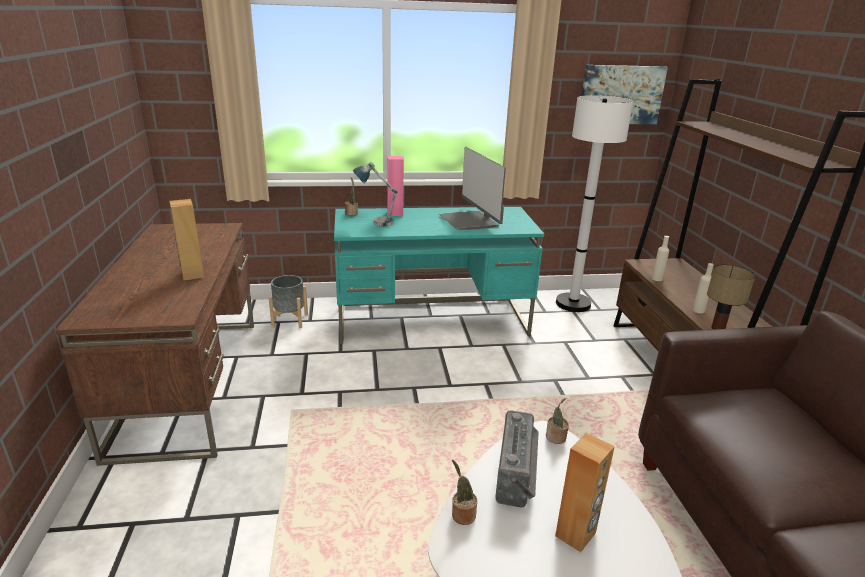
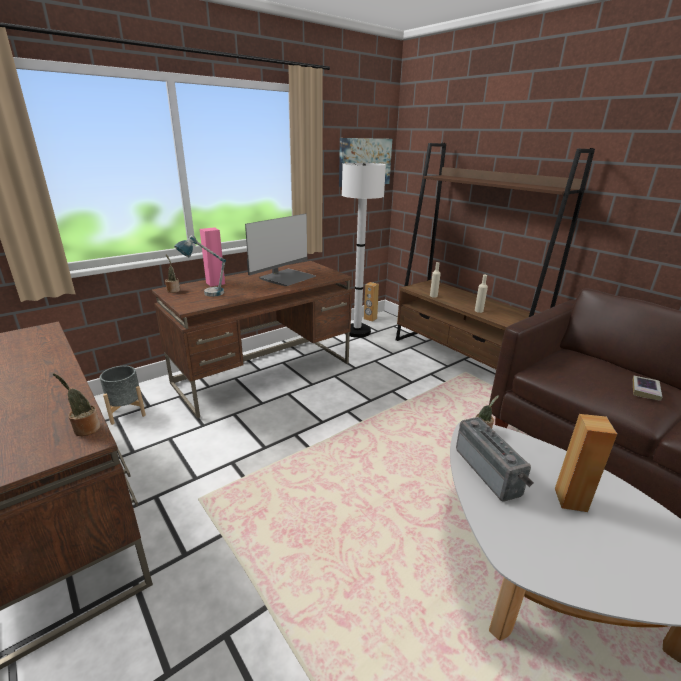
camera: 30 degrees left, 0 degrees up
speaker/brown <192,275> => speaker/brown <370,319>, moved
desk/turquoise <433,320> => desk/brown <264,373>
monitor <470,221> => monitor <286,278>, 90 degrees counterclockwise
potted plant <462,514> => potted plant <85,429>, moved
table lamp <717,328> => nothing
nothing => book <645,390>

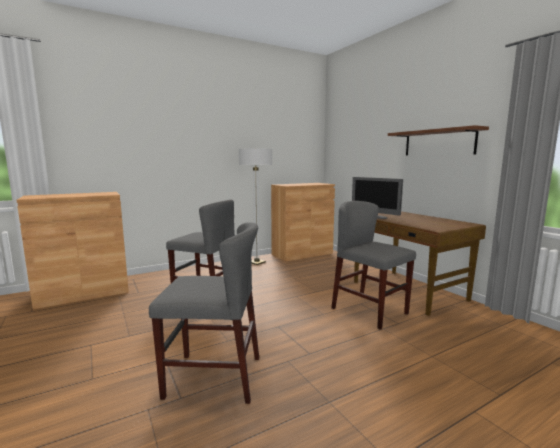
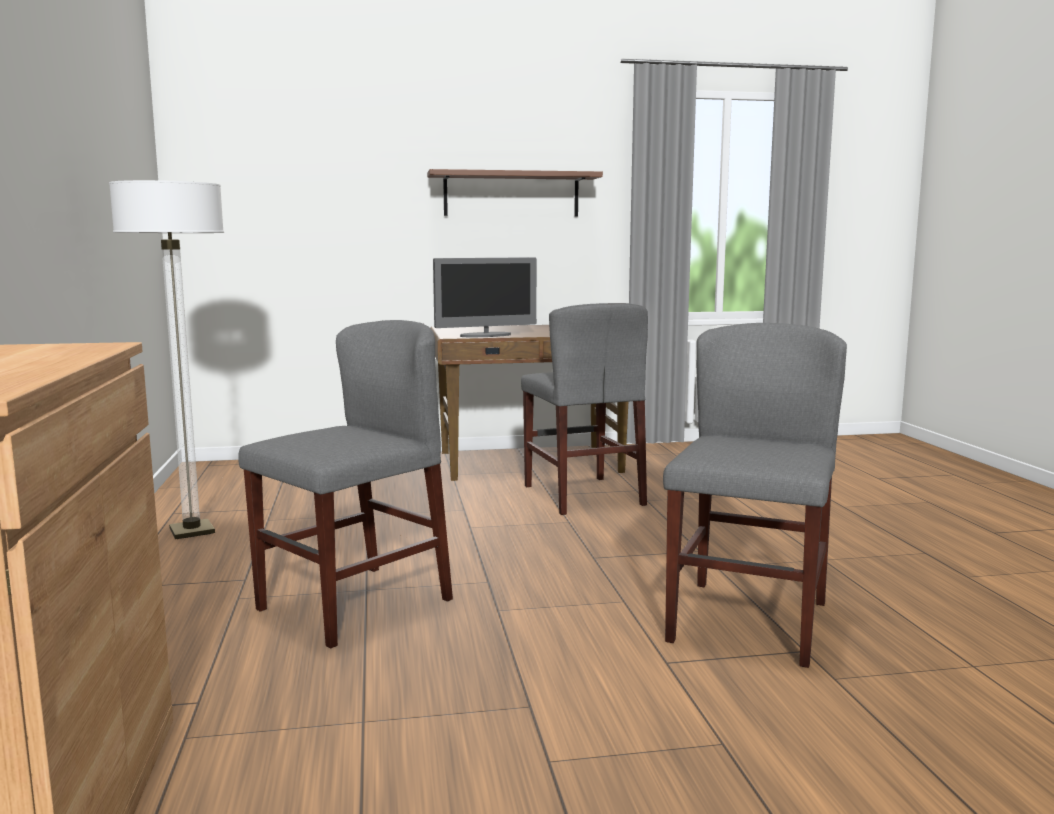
camera: 70 degrees left, 0 degrees up
cabinet/brown <302,253> => nothing
chair/grey <369,311> => chair/grey <582,495>, 90 degrees counterclockwise

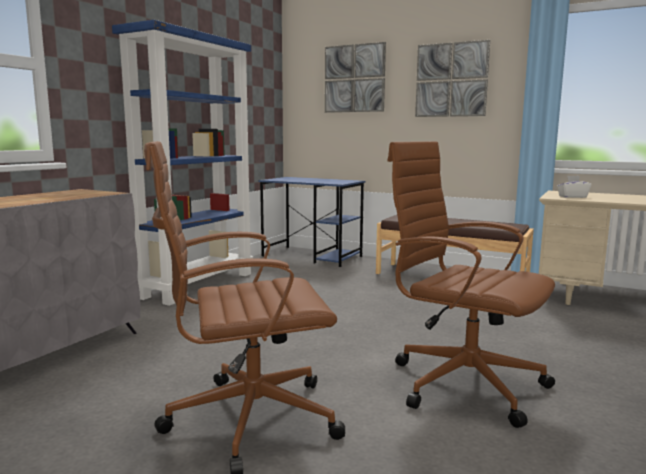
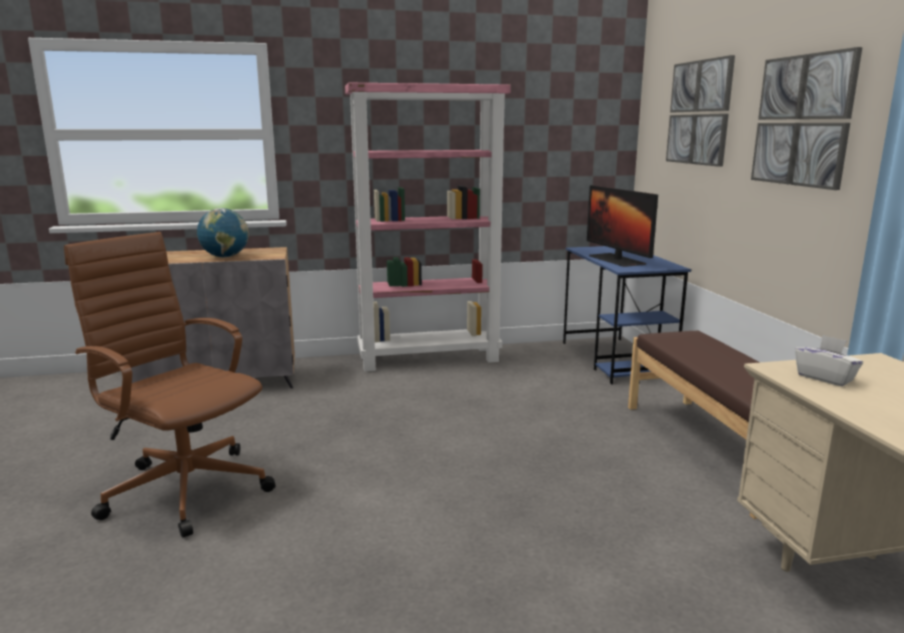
camera: 50 degrees right, 5 degrees up
bookcase/blue <198,285> => bookcase/pink <430,358>
office chair/brown <462,383> => nothing
nothing => globe <225,257>
nothing => monitor <616,260>

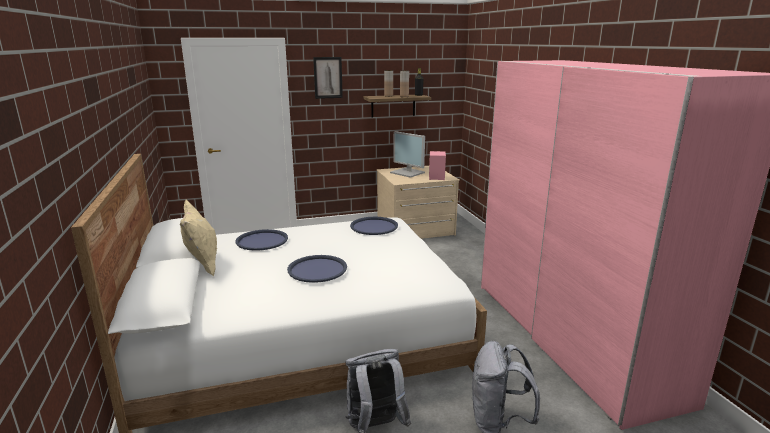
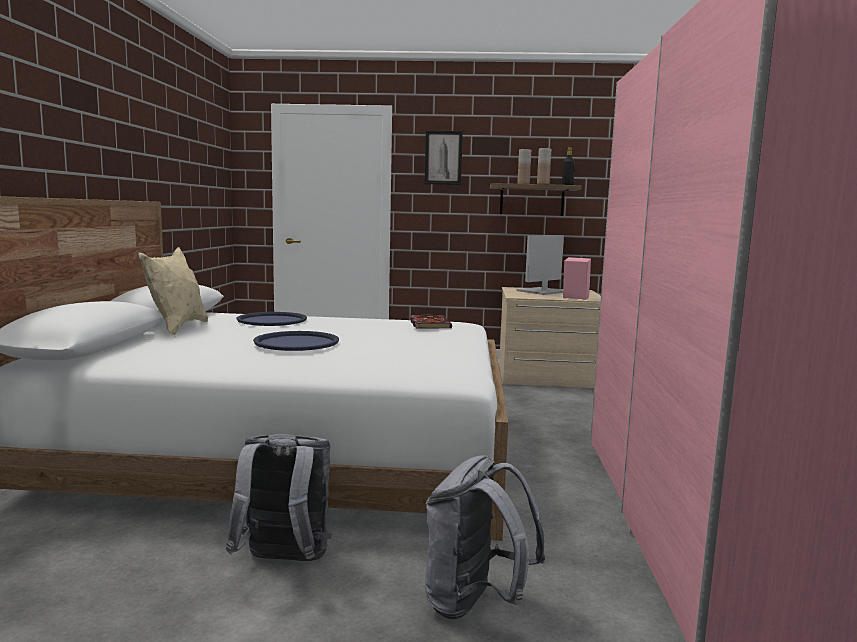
camera: 20 degrees right, 10 degrees down
tray/blue <374,226> => book <429,324>
monitor <408,173> => monitor <541,291>, 75 degrees clockwise

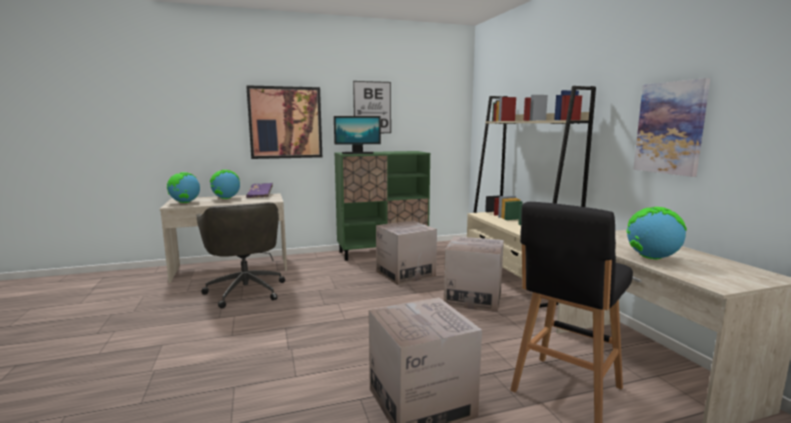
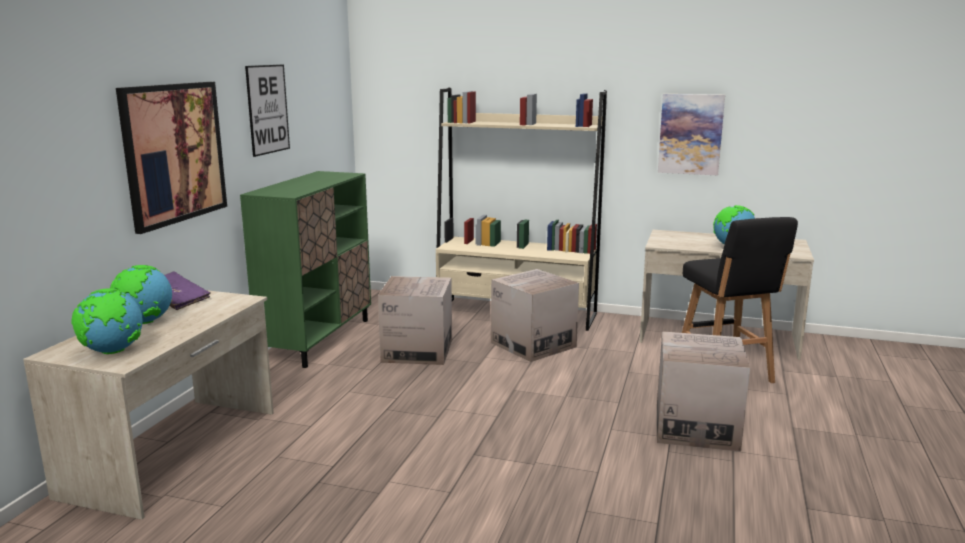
camera: 55 degrees left, 5 degrees up
office chair/grey <246,290> => nothing
monitor <357,153> => nothing

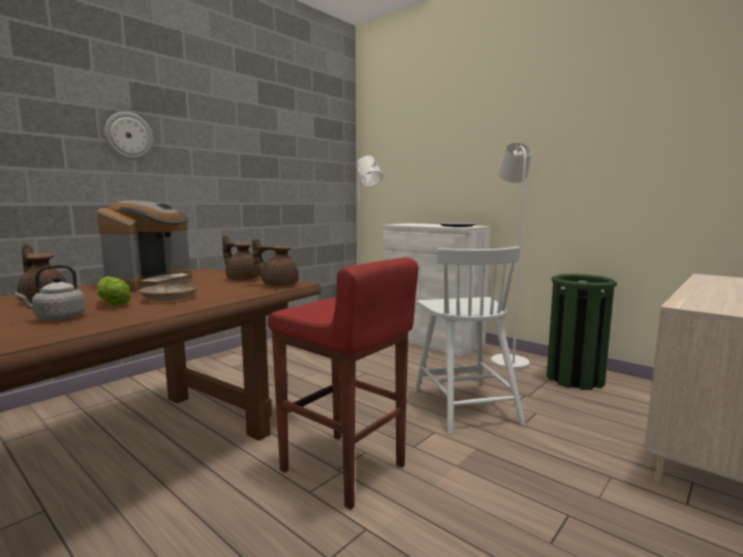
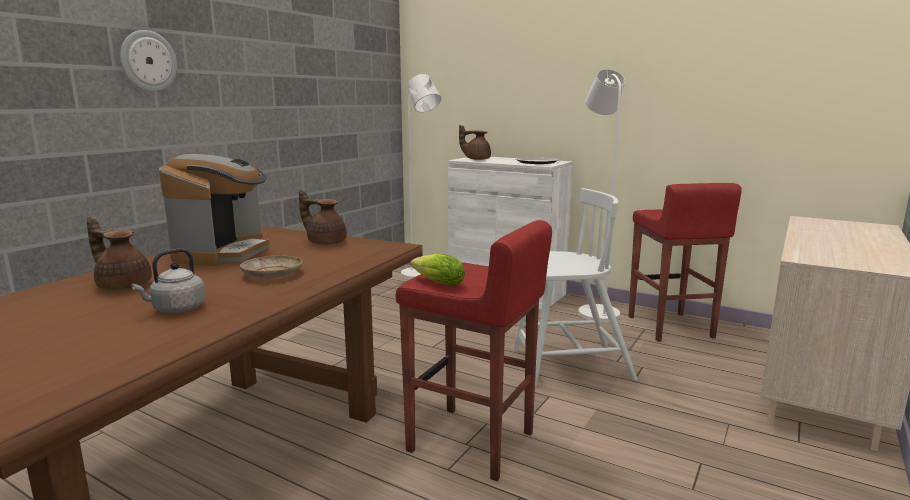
camera: 10 degrees left, 5 degrees up
lettuce <112,304> => lettuce <436,283>, moved
teapot/brown <278,285> => teapot/brown <476,159>, moved
chair/white <464,405> => chair/white <569,365>, 75 degrees counterclockwise
trash can/green <575,379> => stool/red <669,327>

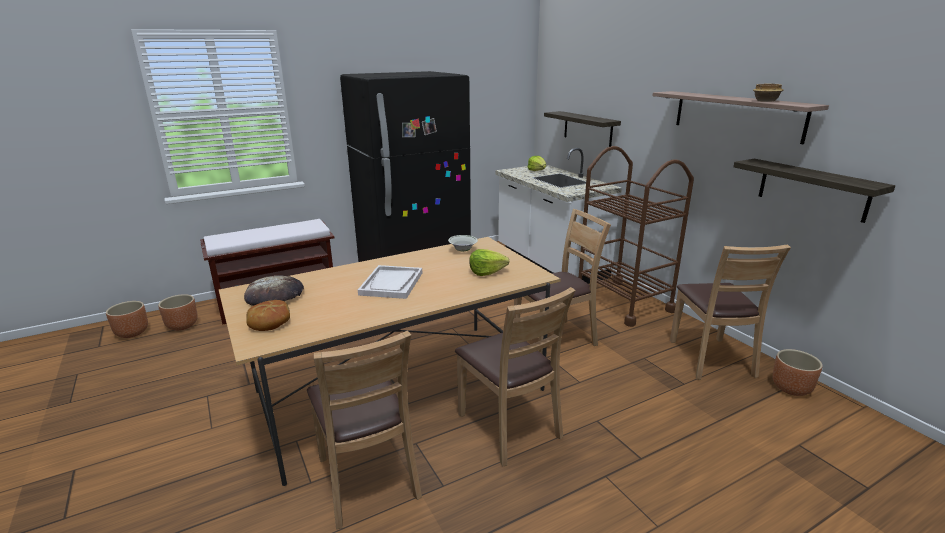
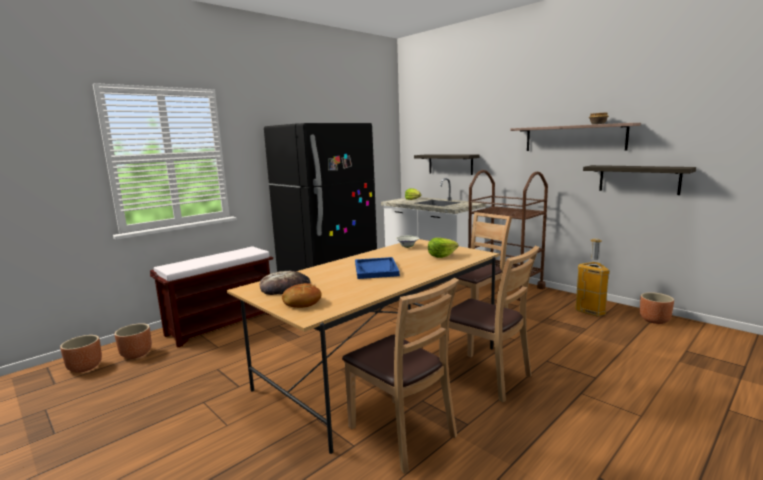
camera: 15 degrees left, 10 degrees down
tray/white <391,283> => tray/blue <376,269>
chair/brown <710,359> => trash can <591,312>

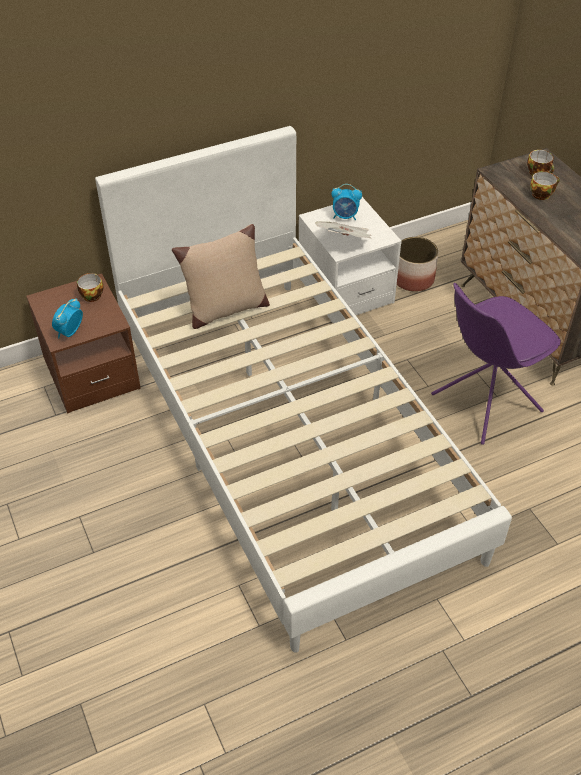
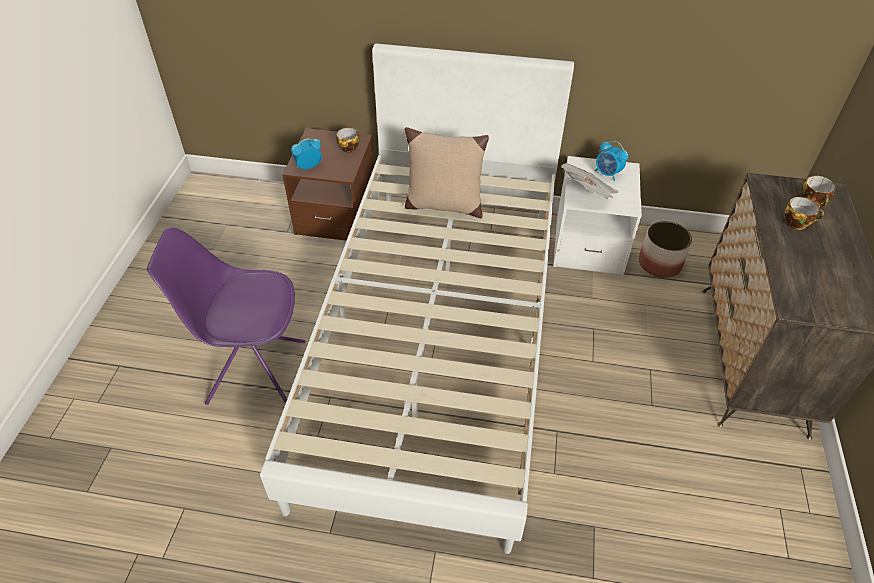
camera: 35 degrees right, 0 degrees up
chair/purple <484,403> => chair/purple <255,371>, moved

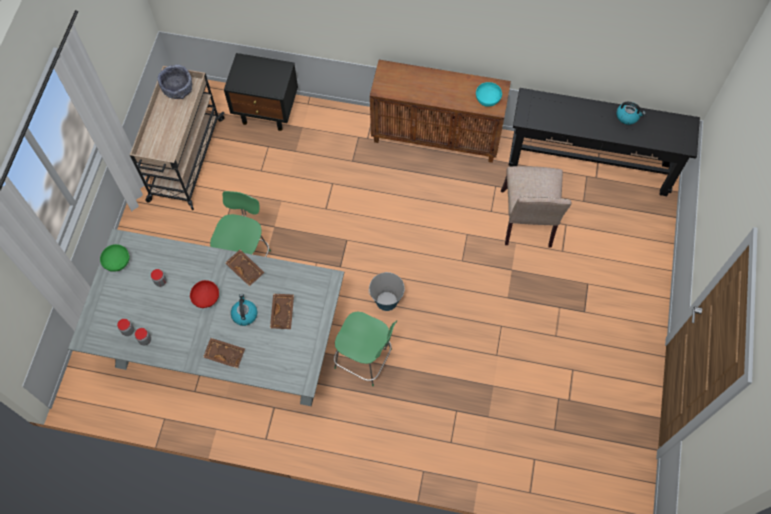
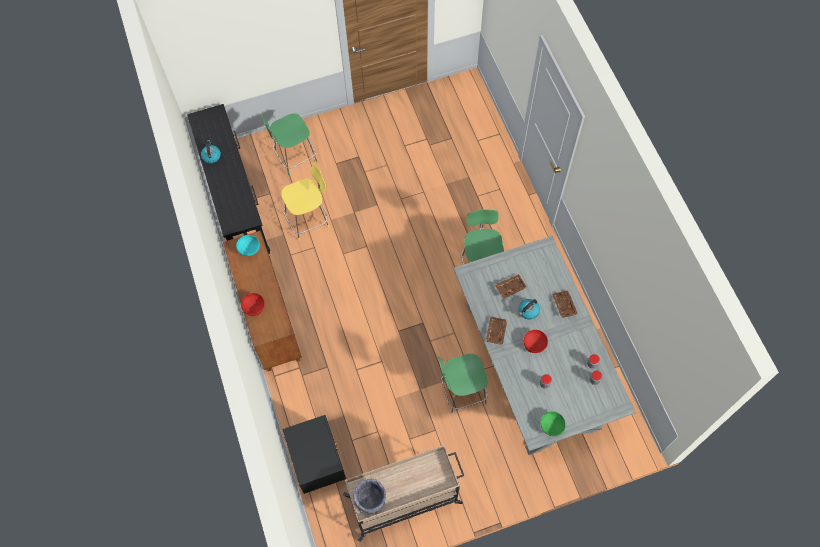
camera: 120 degrees left, 0 degrees up
bucket <386,301> => nothing
chair/beige <528,221> => stool/yellow <308,220>
nothing => bowl/red <254,307>
nothing => stool/green <294,157>

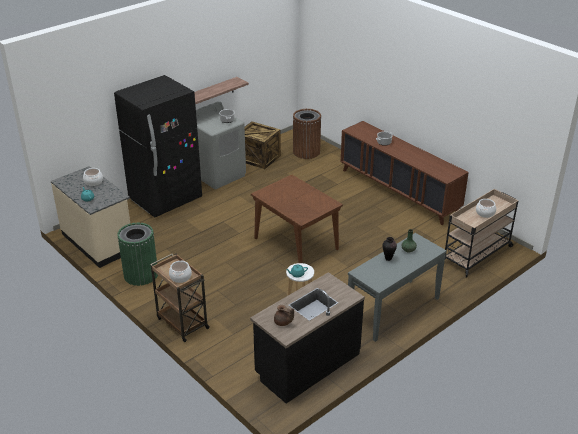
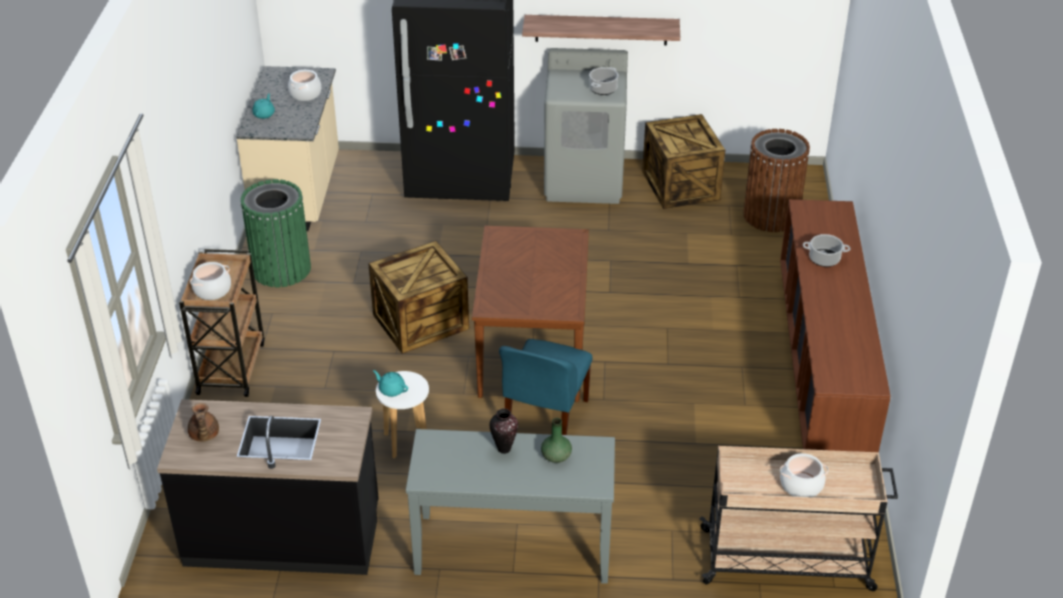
camera: 45 degrees right, 5 degrees up
nothing => crate <420,321>
nothing => chair/blue <545,420>

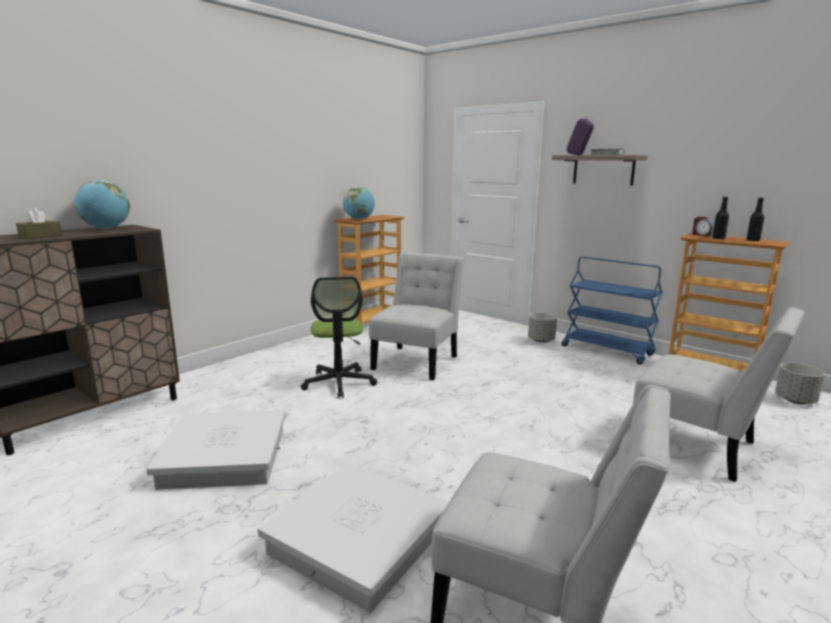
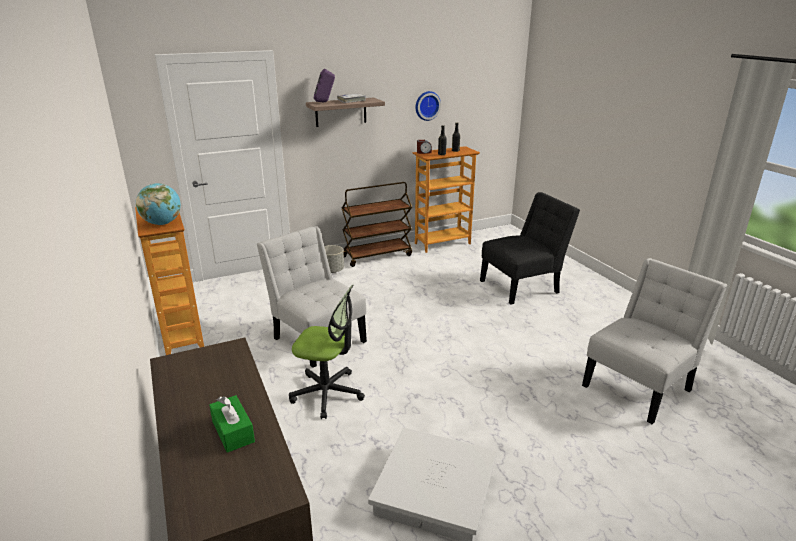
camera: 65 degrees left, 10 degrees up
tissue box/brown <41,236> => tissue box/green <233,431>
globe <106,228> => nothing
storage box/white <357,540> => nothing
cart/blue <607,350> => cart/brown <377,256>
chair/white <699,447> => chair/black <523,286>
planter/grey <795,400> => nothing
nothing => wall clock <427,105>

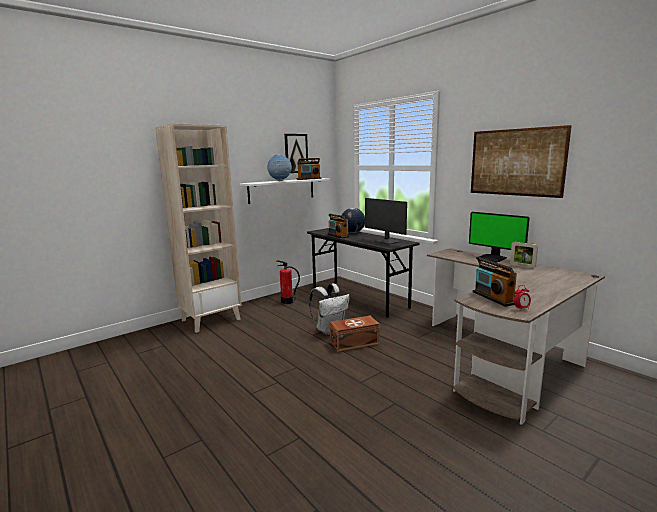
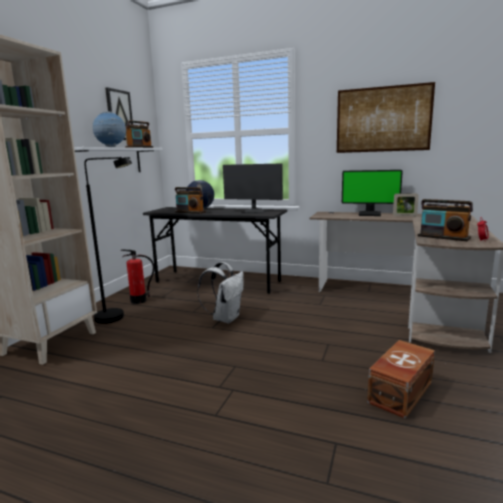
camera: 30 degrees left, 0 degrees up
storage box/brown <353,343> => storage box/brown <399,392>, moved
nothing => floor lamp/black <117,317>

